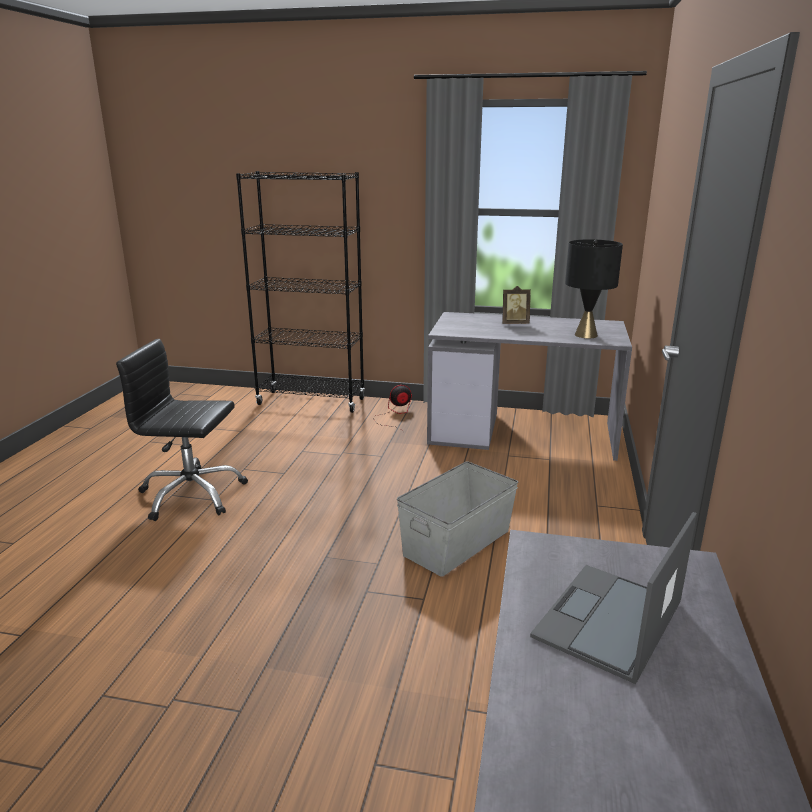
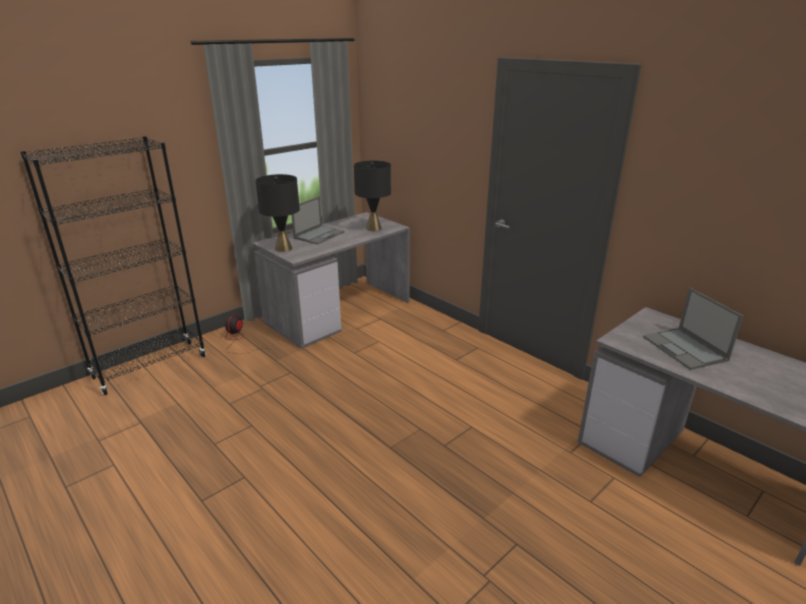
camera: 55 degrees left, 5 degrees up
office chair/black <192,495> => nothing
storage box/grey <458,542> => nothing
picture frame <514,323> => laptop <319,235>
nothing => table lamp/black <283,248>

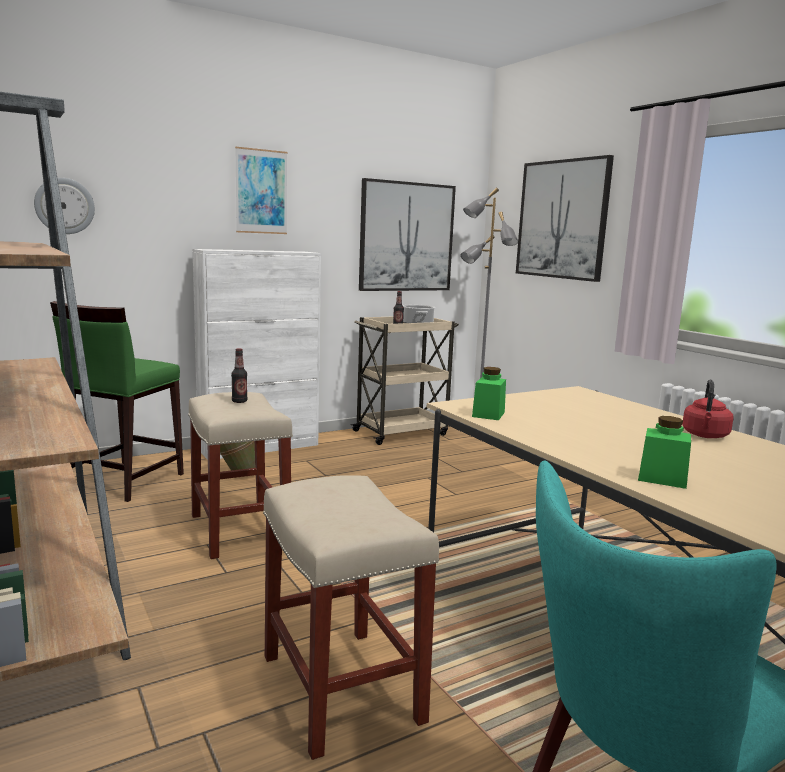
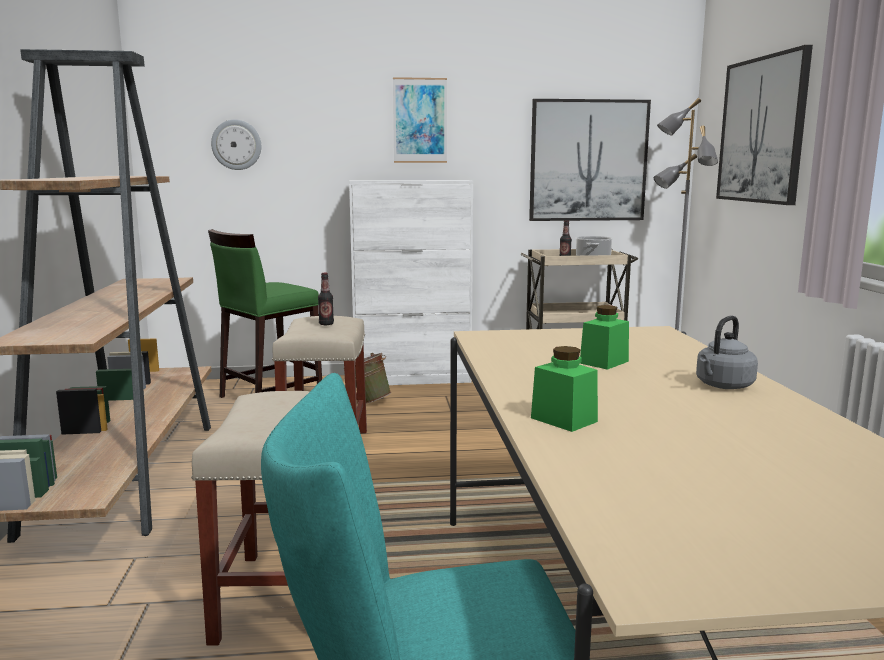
camera: 25 degrees right, 0 degrees up
jar/green <488,414> => jar/green <604,362>, moved
kettle/red <705,436> => kettle/grey <722,386>

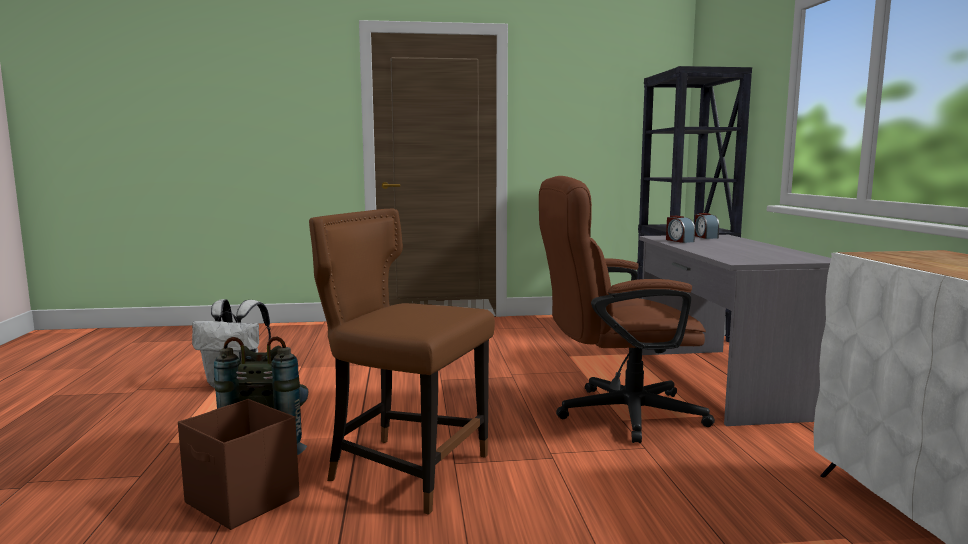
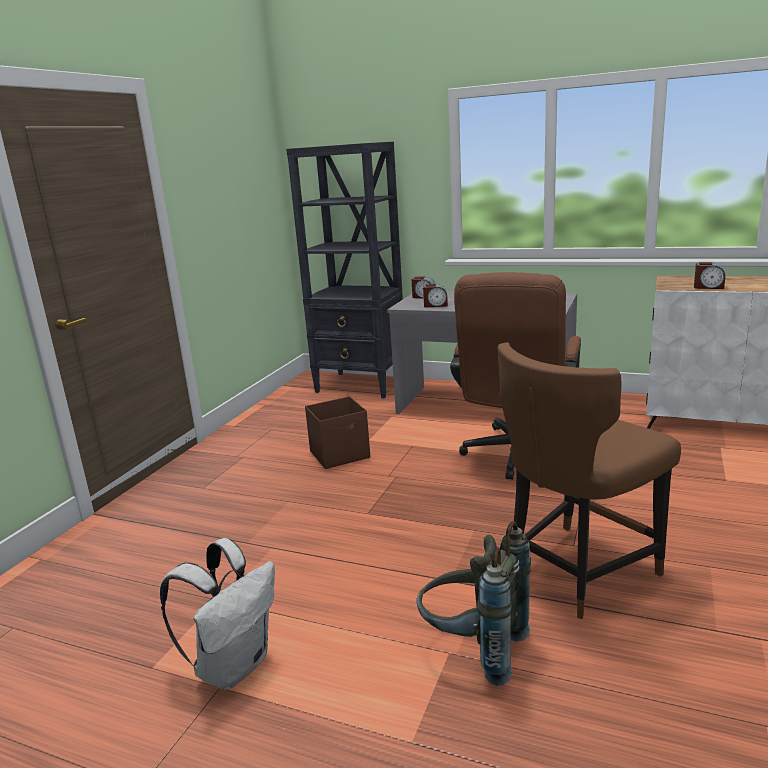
camera: 60 degrees left, 10 degrees up
storage box/brown <242,501> => storage box/brown <340,455>, moved
nothing => alarm clock <708,287>

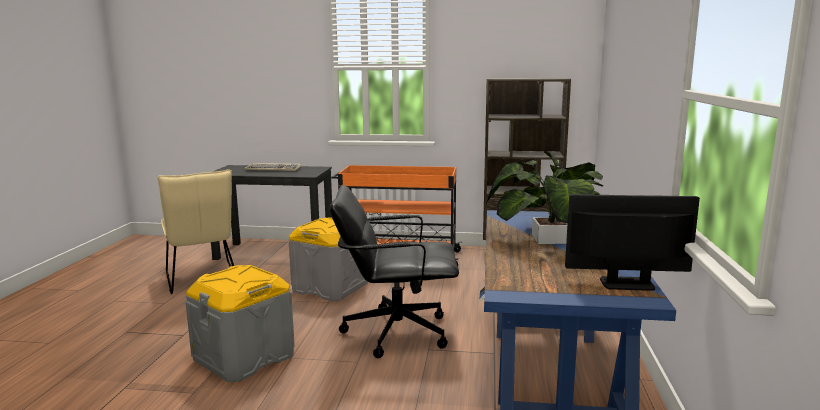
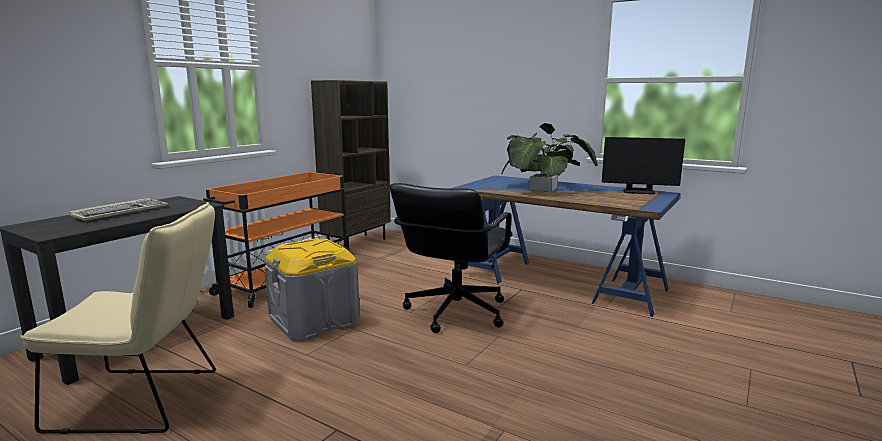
camera: 65 degrees left, 0 degrees up
storage box/grey <244,357> => nothing
monitor <627,284> => monitor <639,192>, 105 degrees counterclockwise

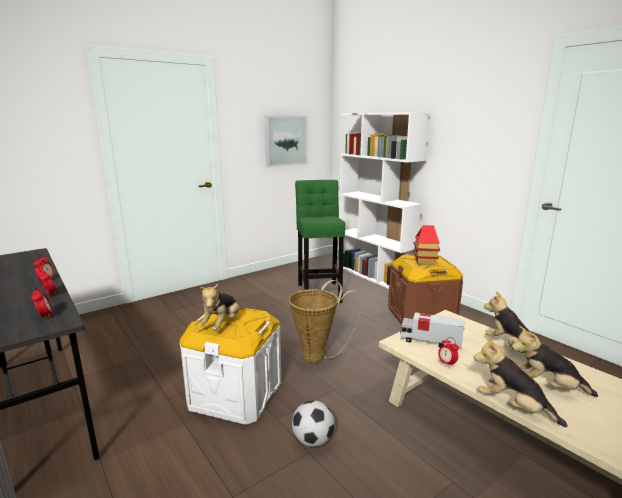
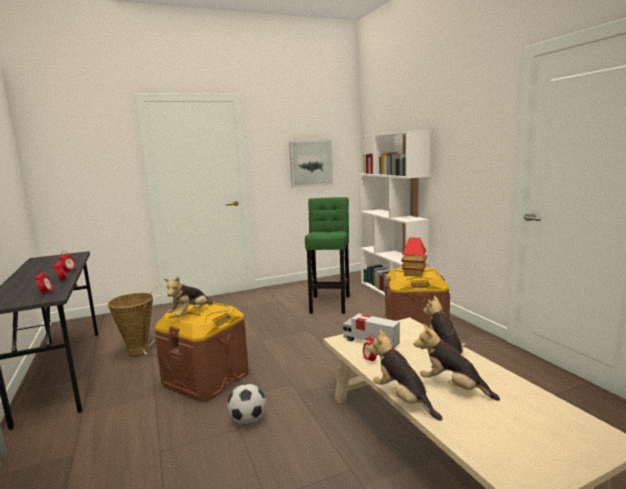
camera: 15 degrees right, 5 degrees down
storage box/white <236,394> => storage box/brown <207,379>
basket <318,356> => basket <144,352>, moved

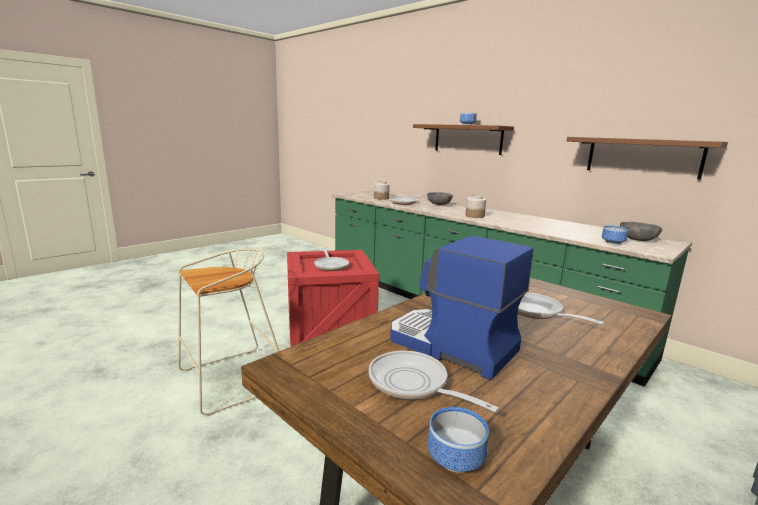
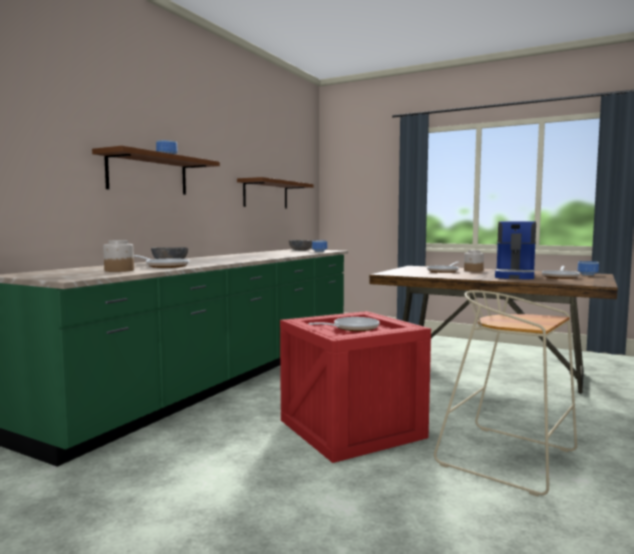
camera: 105 degrees left, 10 degrees down
jar <474,216> => jar <473,270>, moved

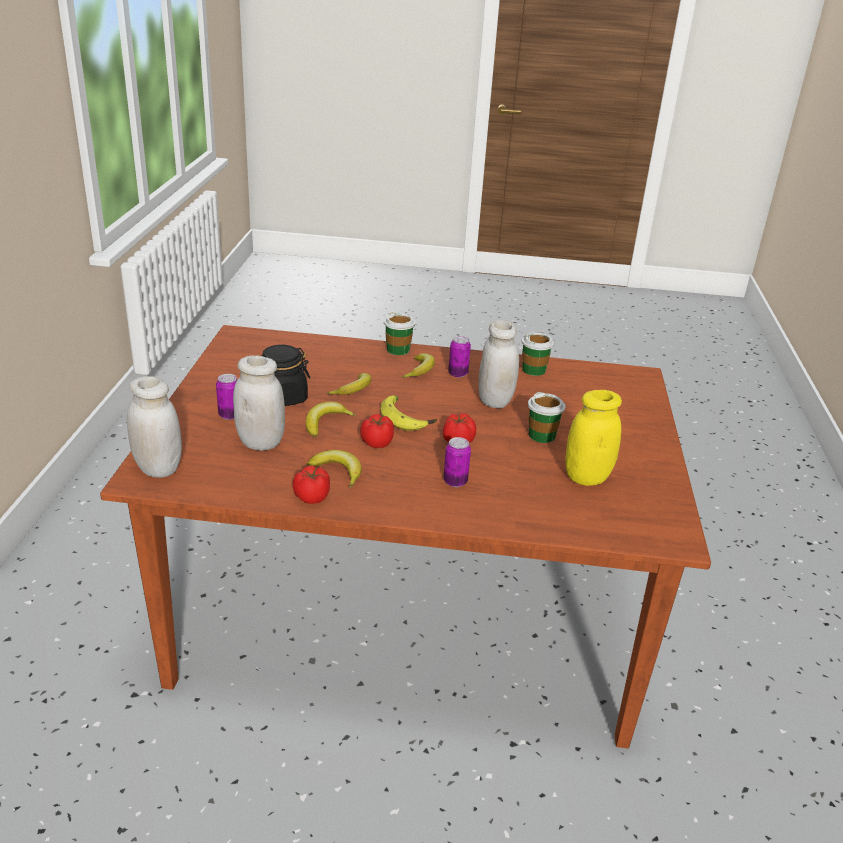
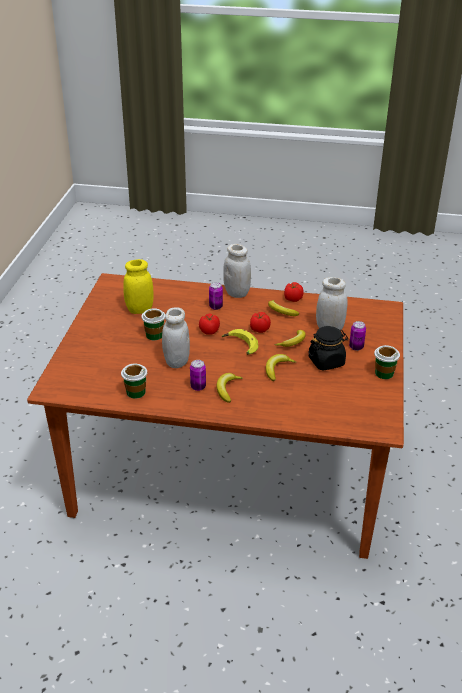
camera: 175 degrees left, 5 degrees up
jar/white <158,468> => jar/white <237,293>, moved
cup <398,350> => cup <384,373>, moved

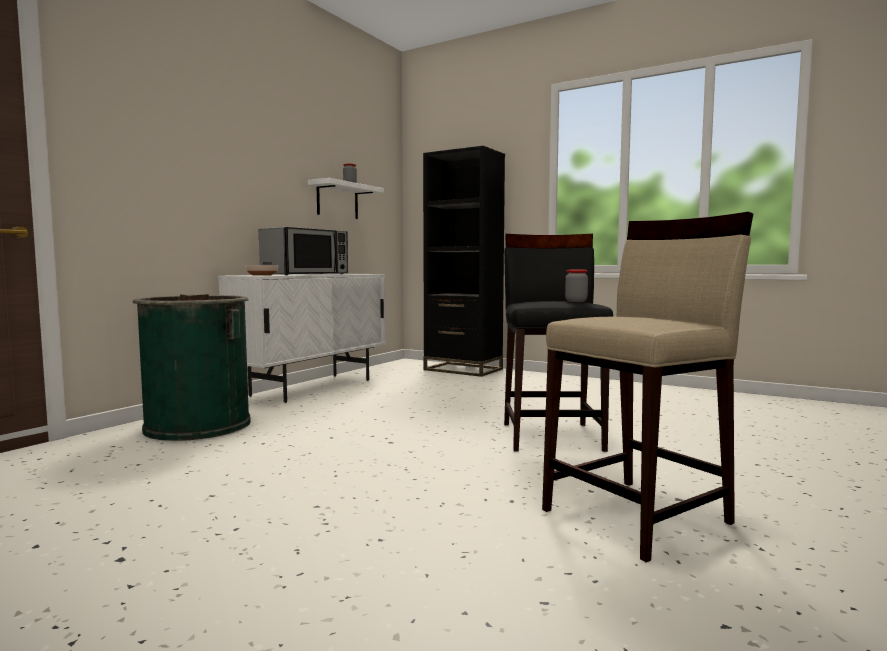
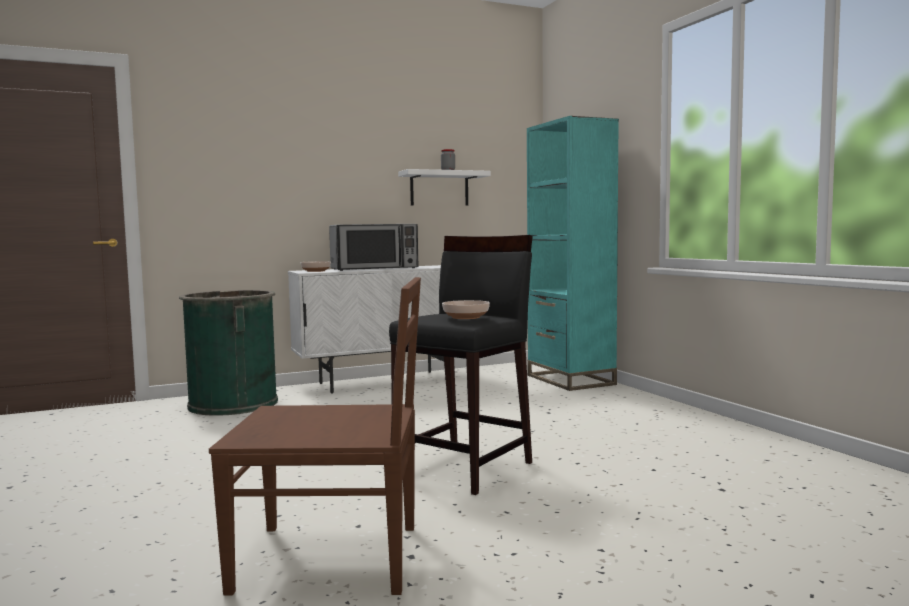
camera: 35 degrees right, 0 degrees up
bookcase/black <463,369> => bookcase/turquoise <570,380>
stool/beige <638,516> => chair/brown <334,558>
jar <576,301> => bowl <466,317>

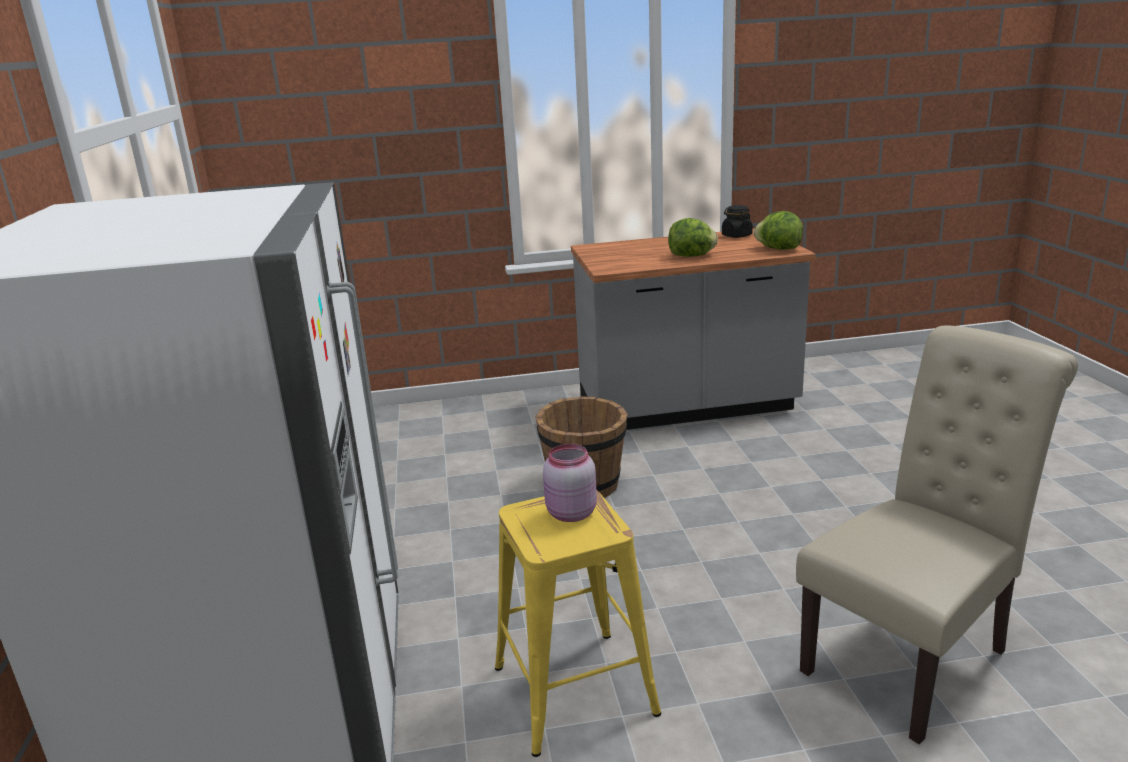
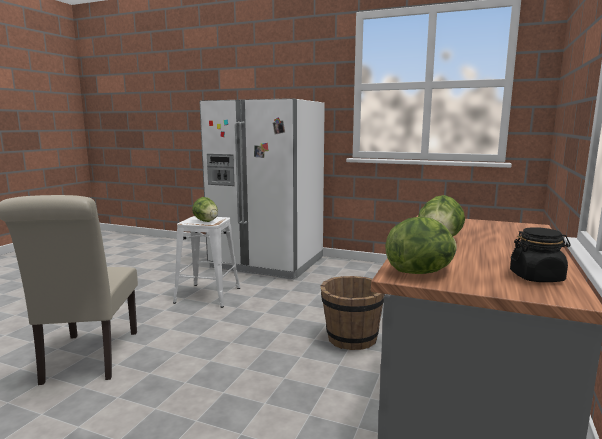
camera: 120 degrees right, 10 degrees down
stool/yellow <572,690> => stool/white <208,295>
jar/pink <570,514> => lettuce <206,221>

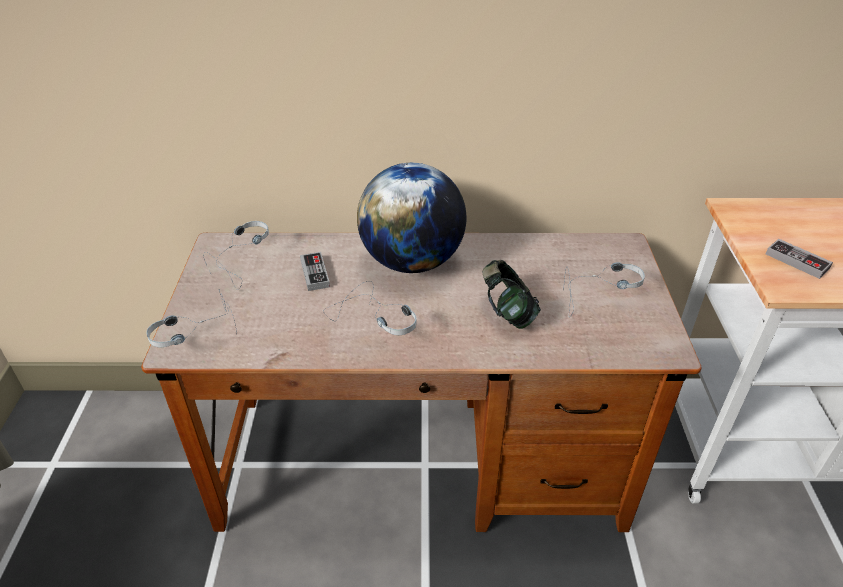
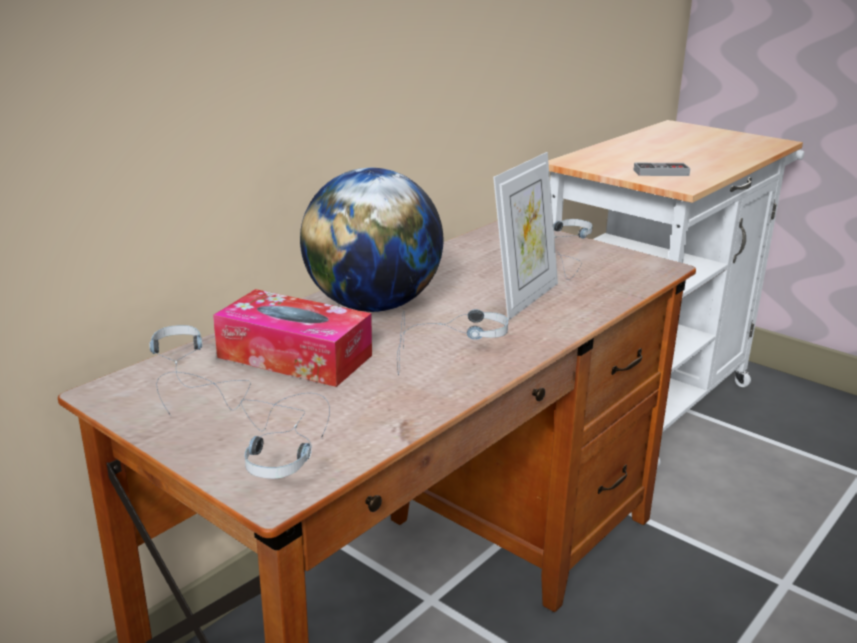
camera: 50 degrees left, 15 degrees down
game controller <315,273> => tissue box <295,356>
headphones <507,313> => picture frame <523,298>

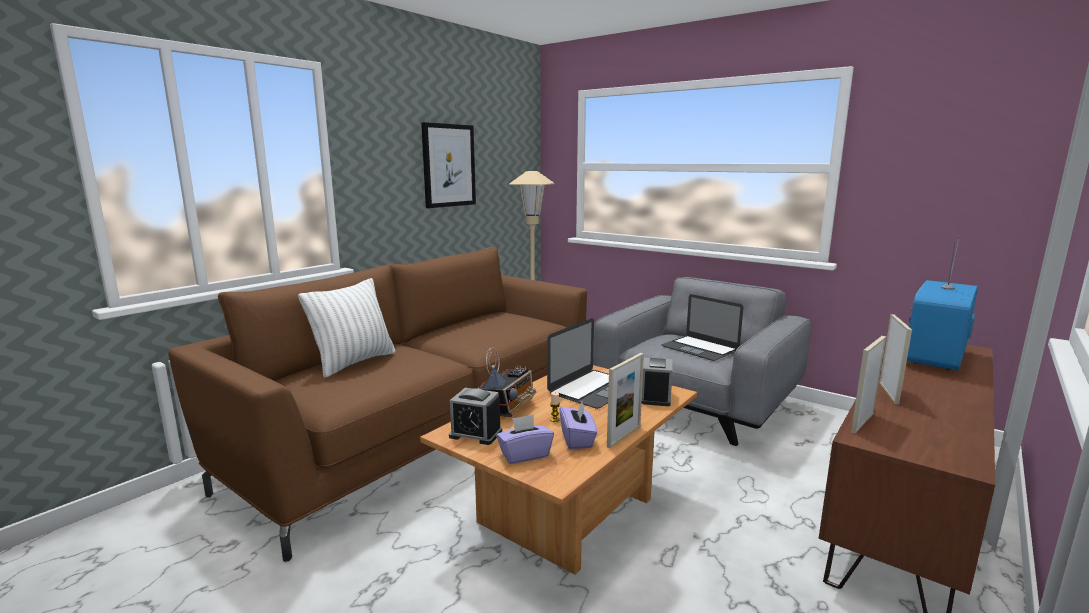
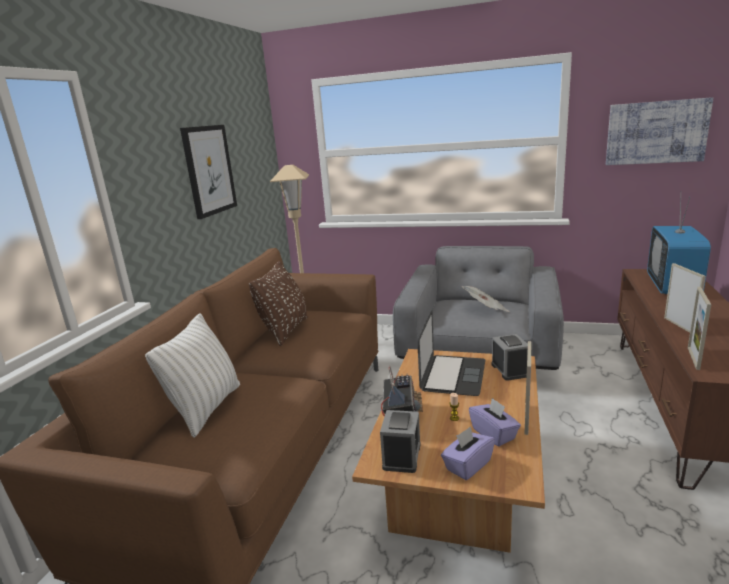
camera: 20 degrees left, 5 degrees up
alarm clock <475,434> => alarm clock <402,456>, 75 degrees counterclockwise
laptop <700,348> => newspaper <485,310>
nothing => pillow/brown <285,331>
nothing => picture <656,132>

